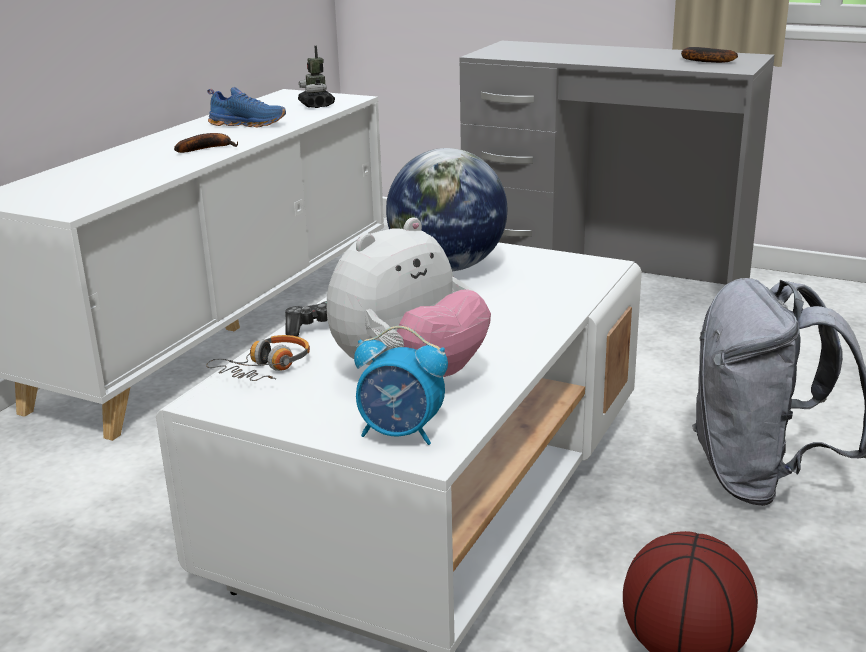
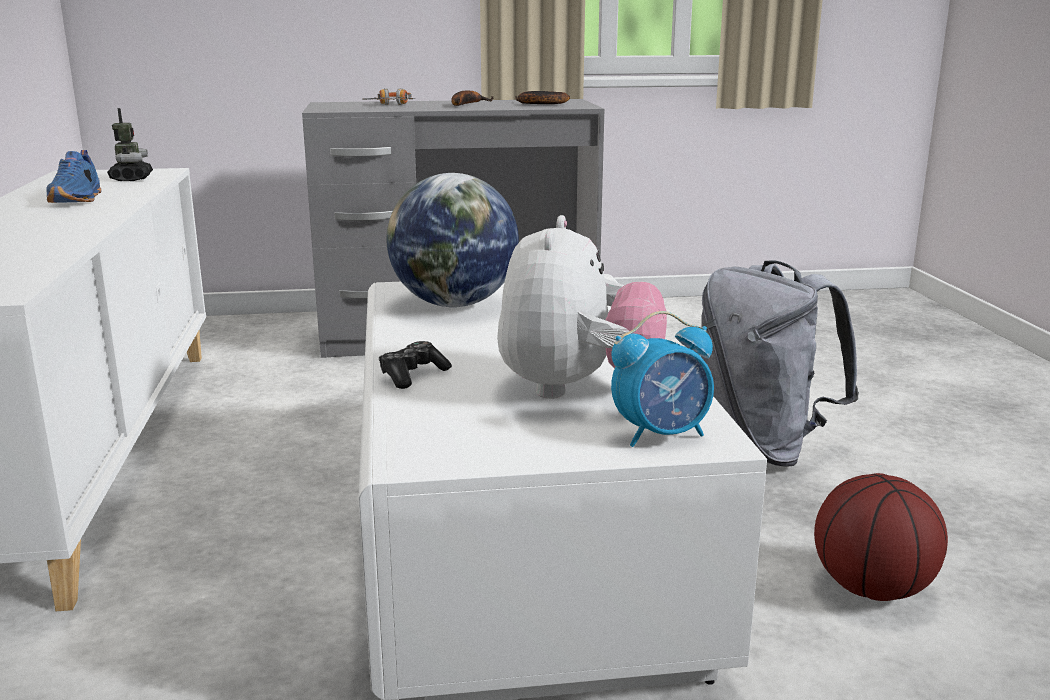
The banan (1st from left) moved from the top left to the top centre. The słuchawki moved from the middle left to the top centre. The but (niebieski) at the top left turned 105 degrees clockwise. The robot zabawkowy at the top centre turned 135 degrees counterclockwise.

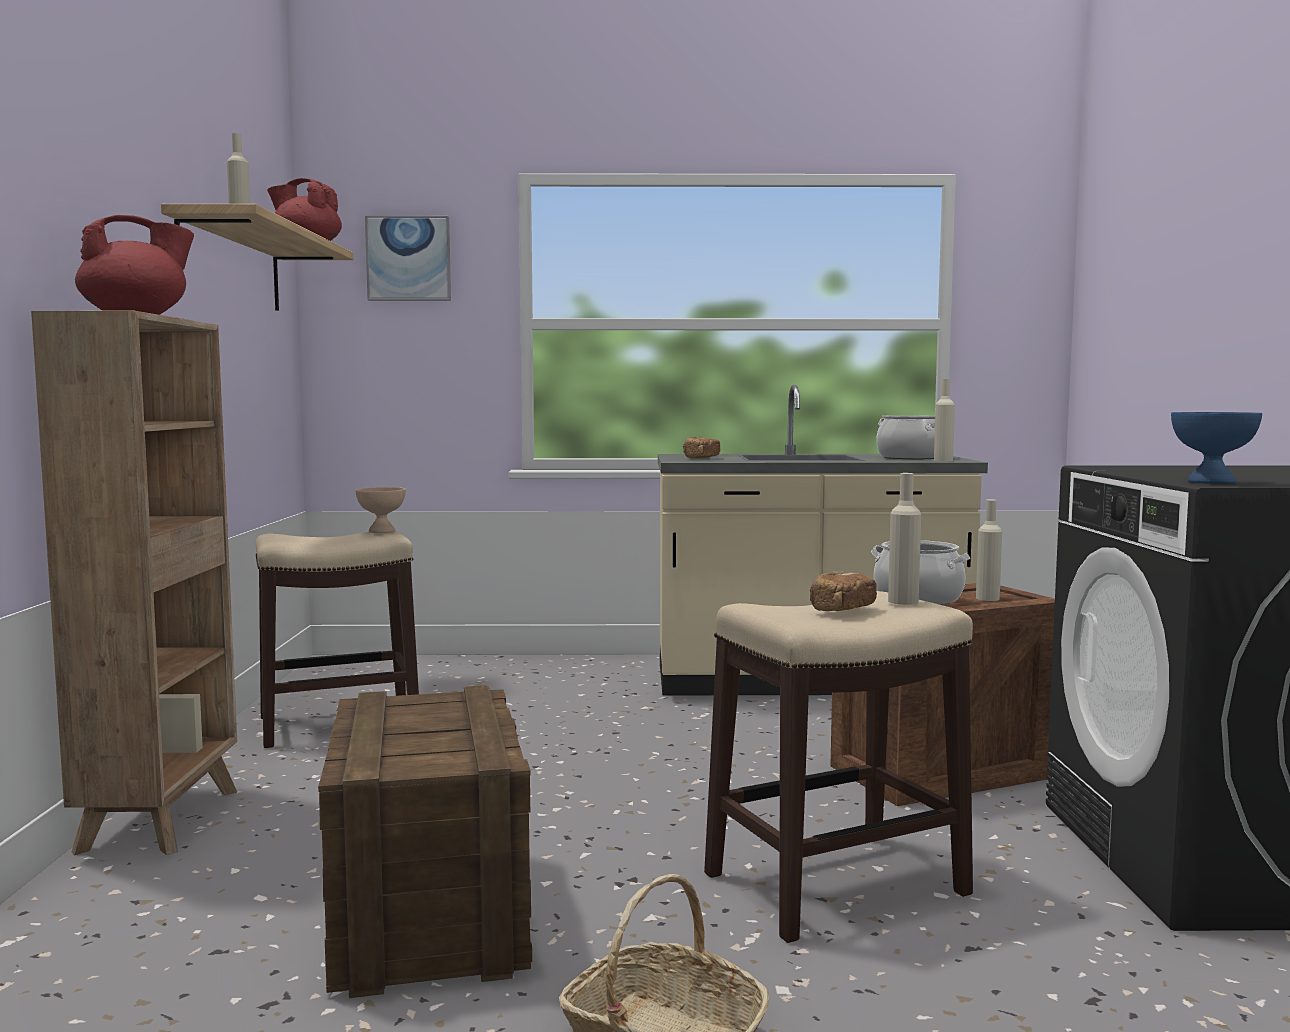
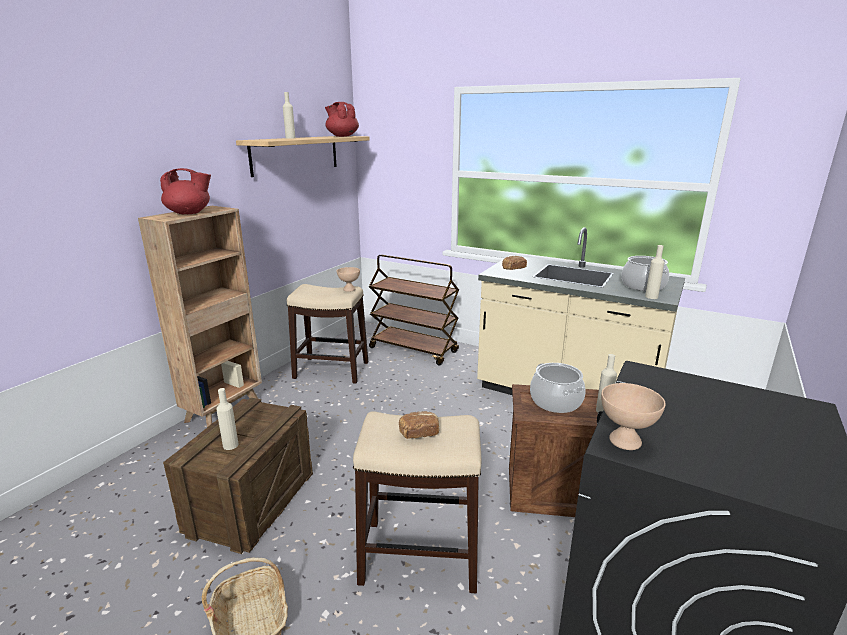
The obraz at the top left disappeared. The wózek (brązowy) at the centre appeared. The butelka (beżowy) (2nd from left in the first image) moved from the middle right to the middle left. The miska (niebieski) at the middle right became the miska (beżowy) (2nd from left) at the middle right.

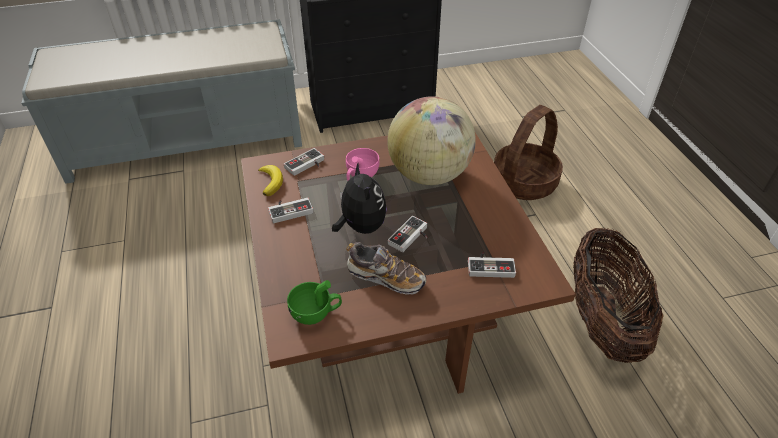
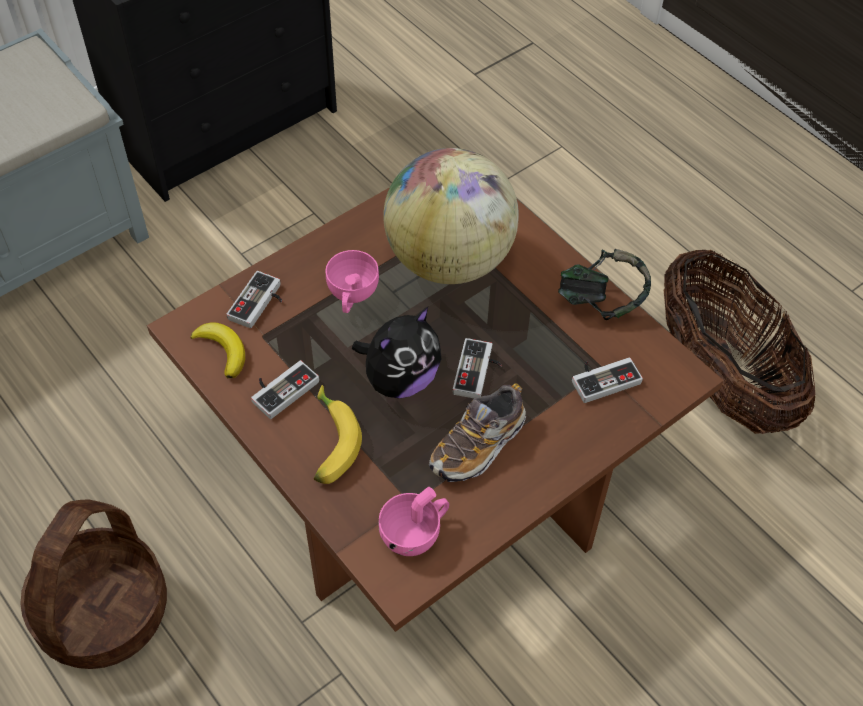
The banan (2nd from left) at the centre appeared. The słuchawki at the middle right appeared. The koszyk (1st from left) moved from the middle right to the bottom left. The filiżanka (zielony) at the bottom centre became the filiżanka (różowy) (2nd from left) at the bottom centre. The pluszak at the centre turned 90 degrees clockwise. The but at the centre turned 135 degrees clockwise.

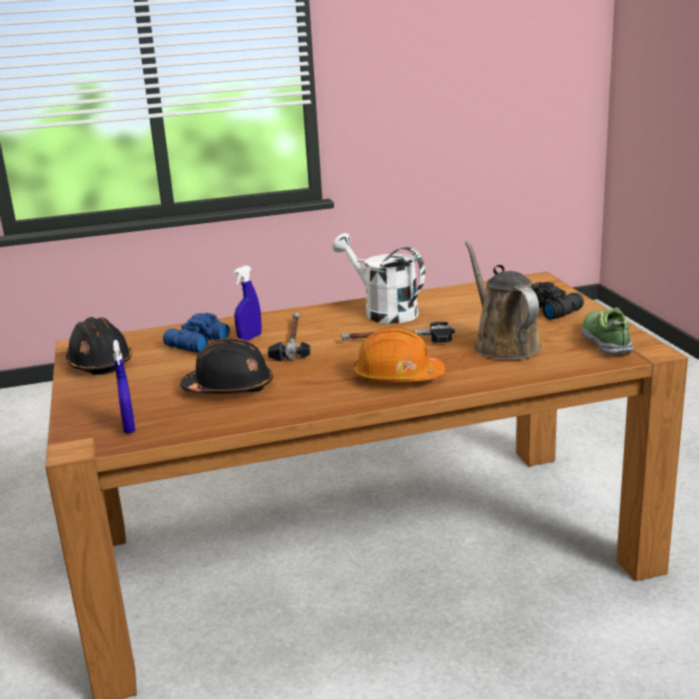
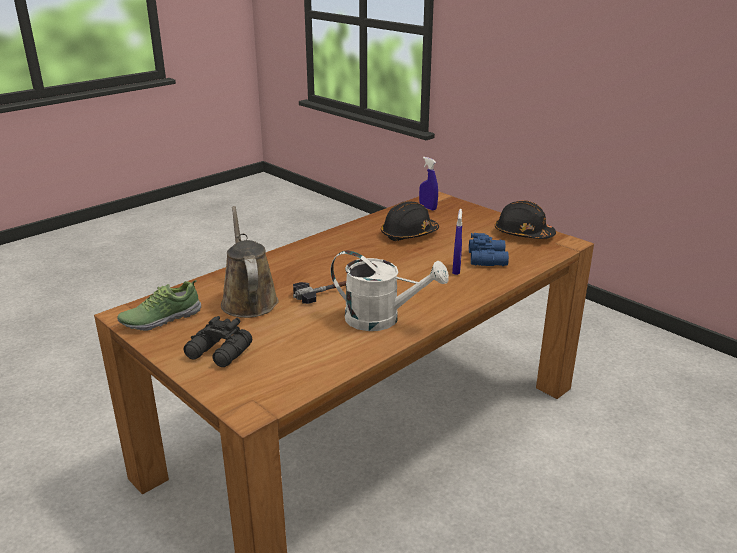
The młotek (1st from left) at the centre disappeared. The kask (pomarańczowy) at the centre disappeared. The konewka (brązowy) at the middle right turned 150 degrees counterclockwise. The but at the middle right turned 90 degrees clockwise.

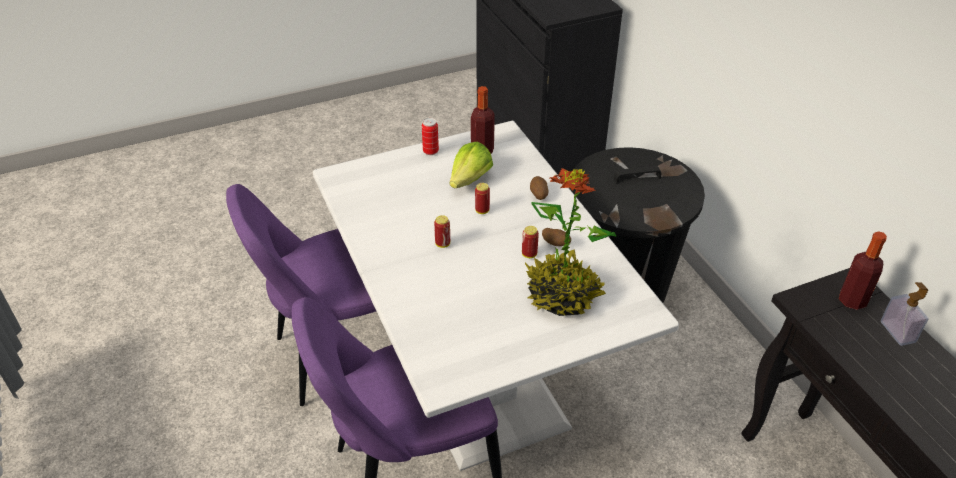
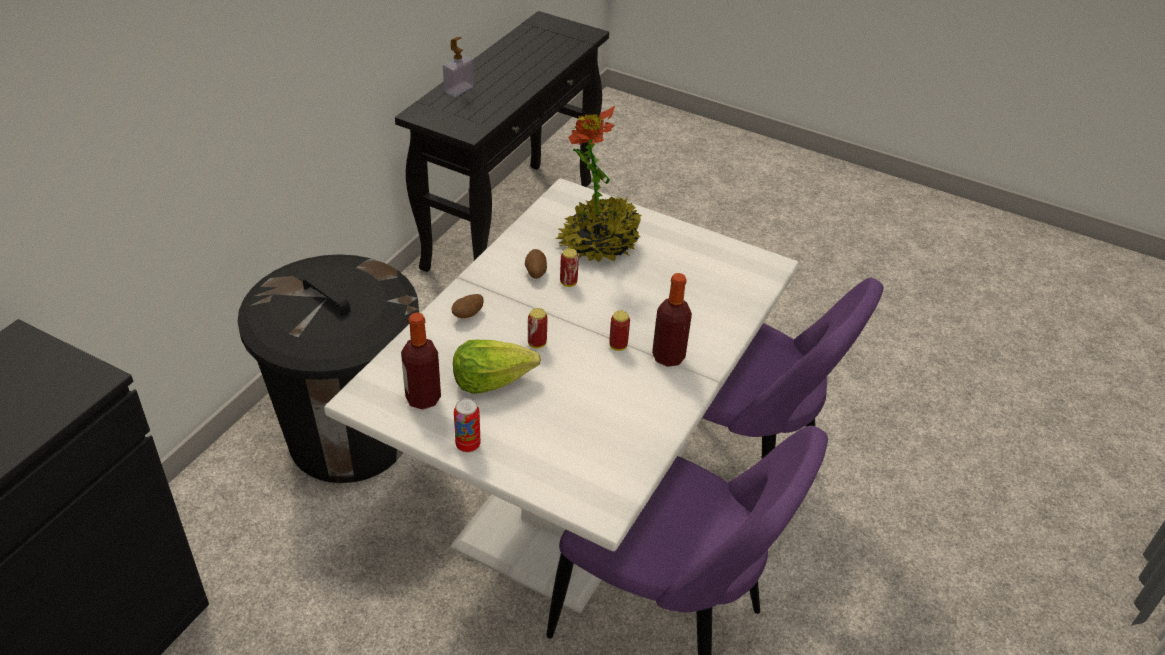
The butelka (2nd from left) moved from the middle right to the centre.

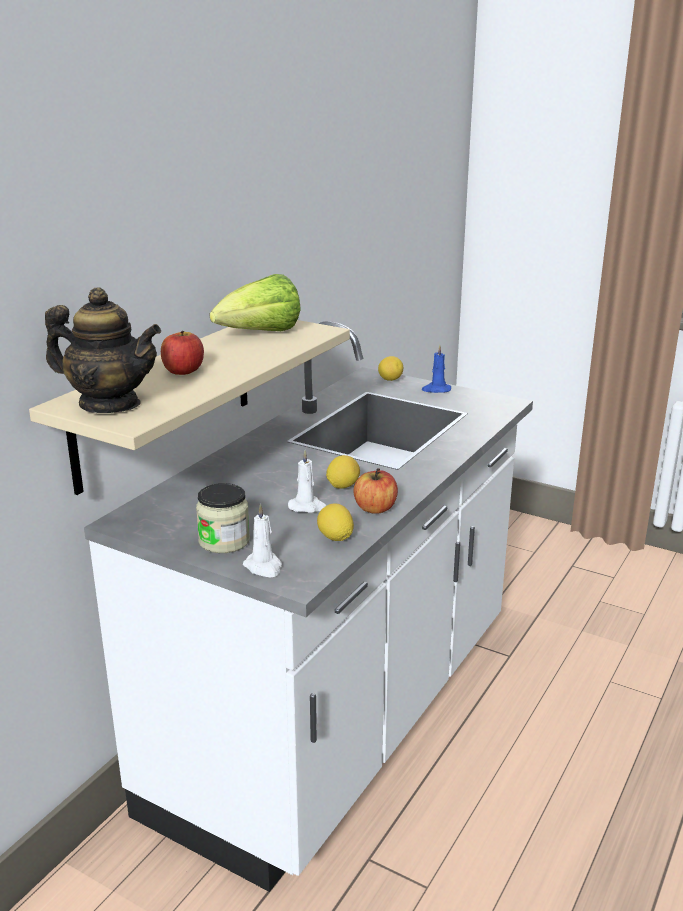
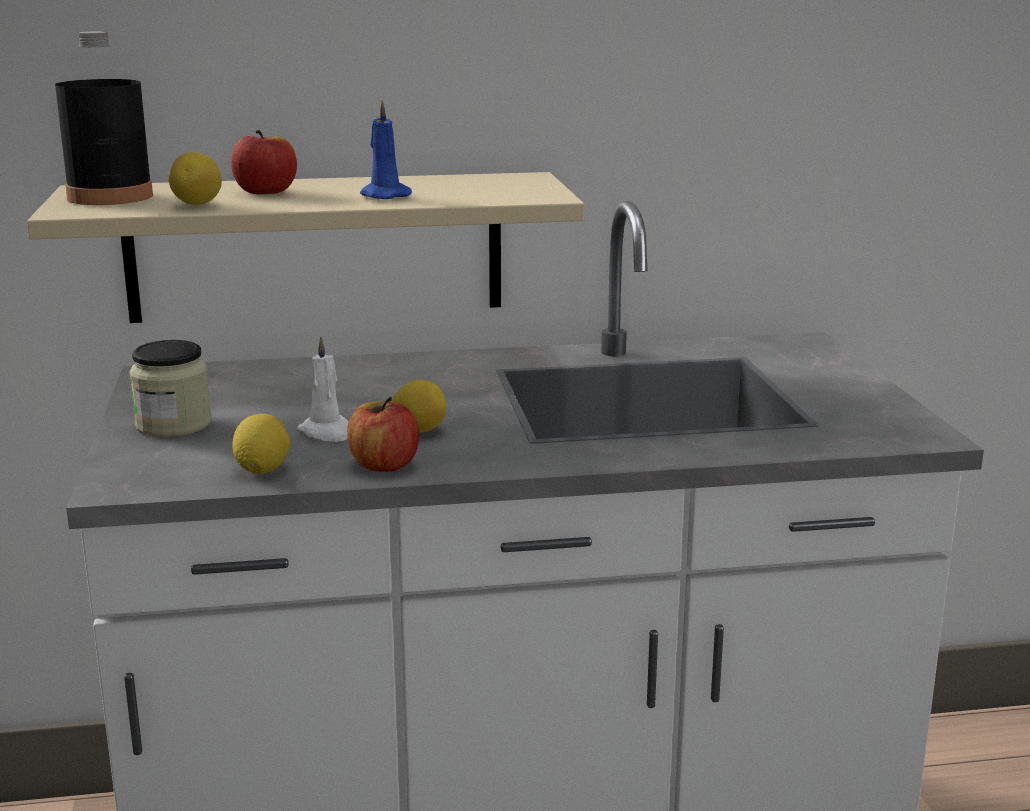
The sałata at the top centre disappeared. The świeca (biały) (1st from left) at the centre disappeared. The cytryna (3rd from left in the first image) moved from the centre to the top left. The świeca (niebieski) moved from the centre to the top centre. The imbryk at the middle left was replaced by the butelka (czarny) at the top left.

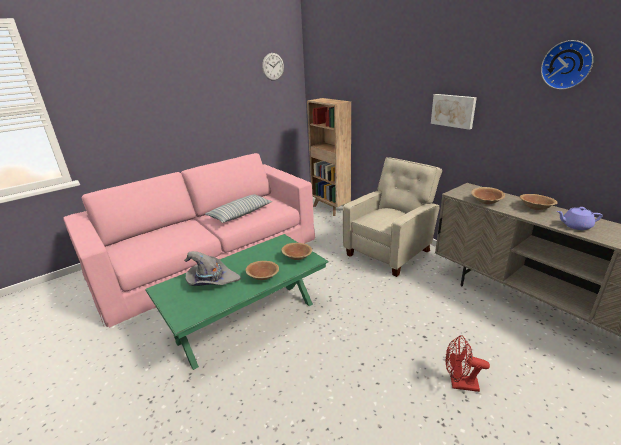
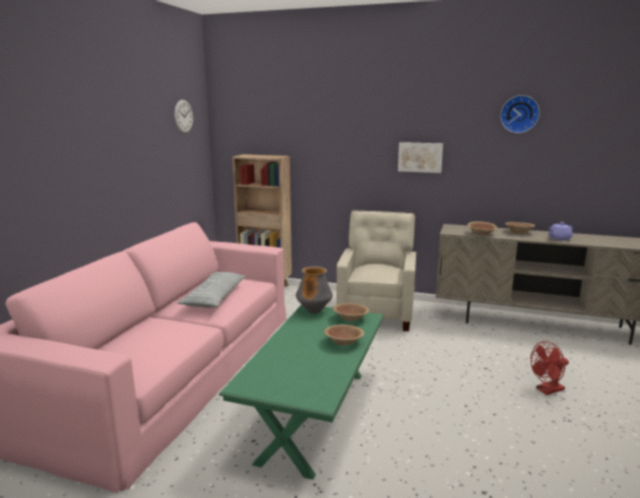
The kapelusz (szary) at the centre disappeared. The wazon at the centre appeared.

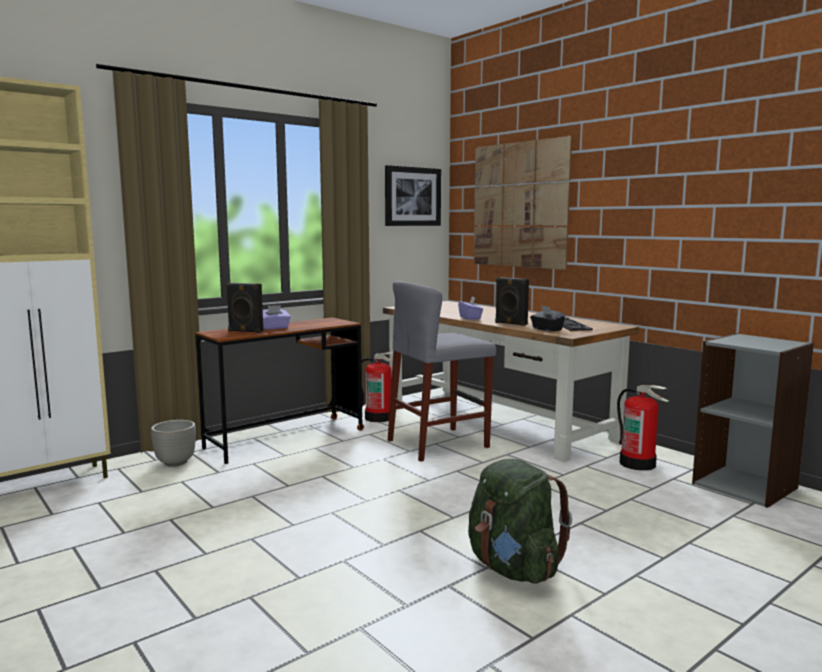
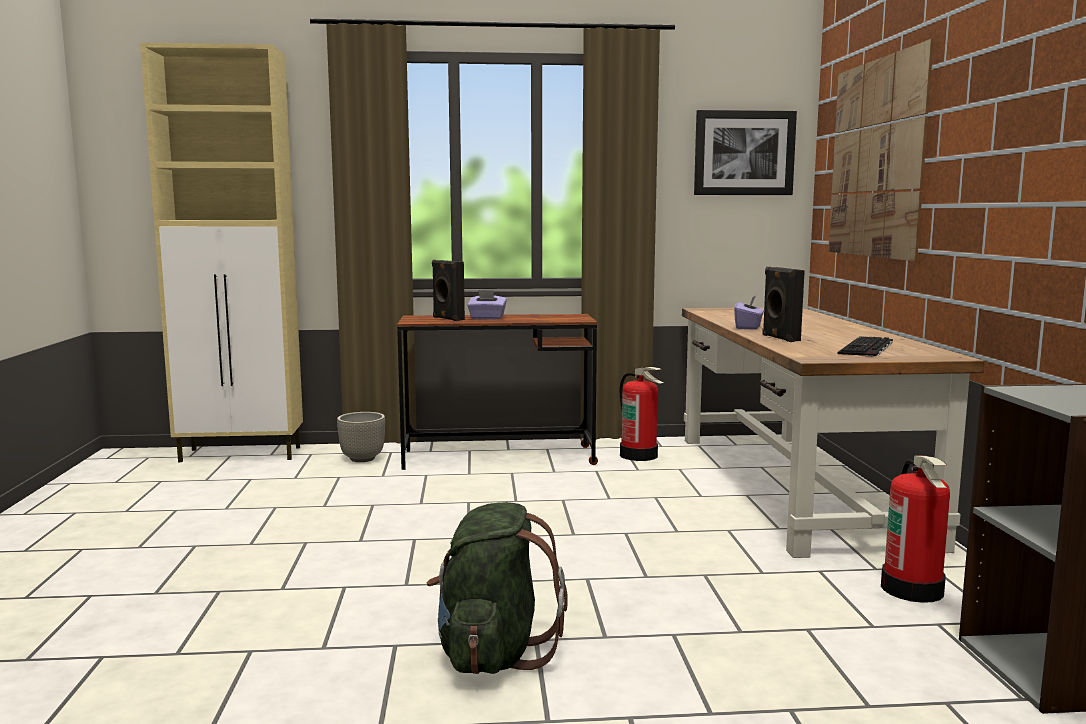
The stołek (szary) at the centre disappeared. The pudełko chusteczek (czarny) at the centre disappeared.

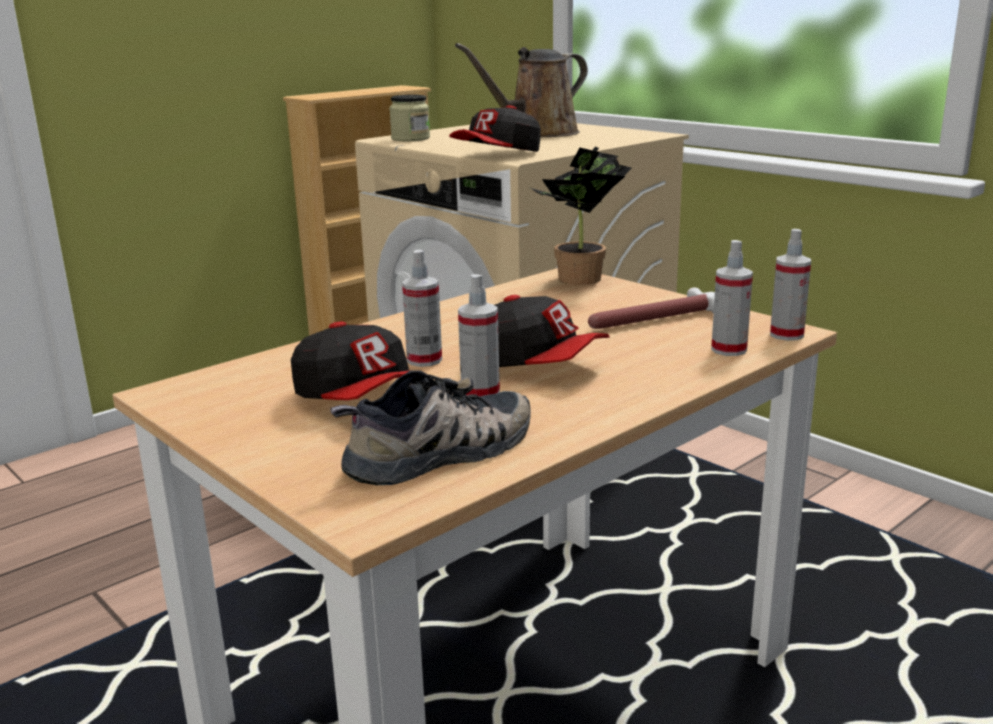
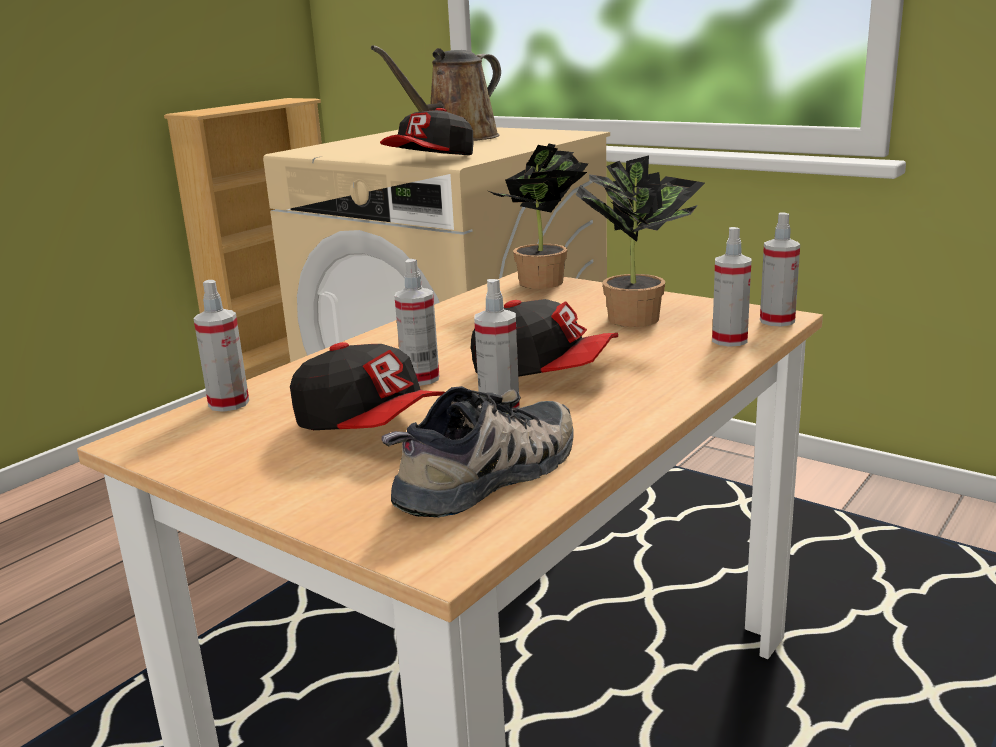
The słoik at the top centre disappeared. The spryskiwacz (1st from left) at the middle left appeared. The młotek at the centre was replaced by the roślina doniczkowa (2nd from left) at the top centre.

